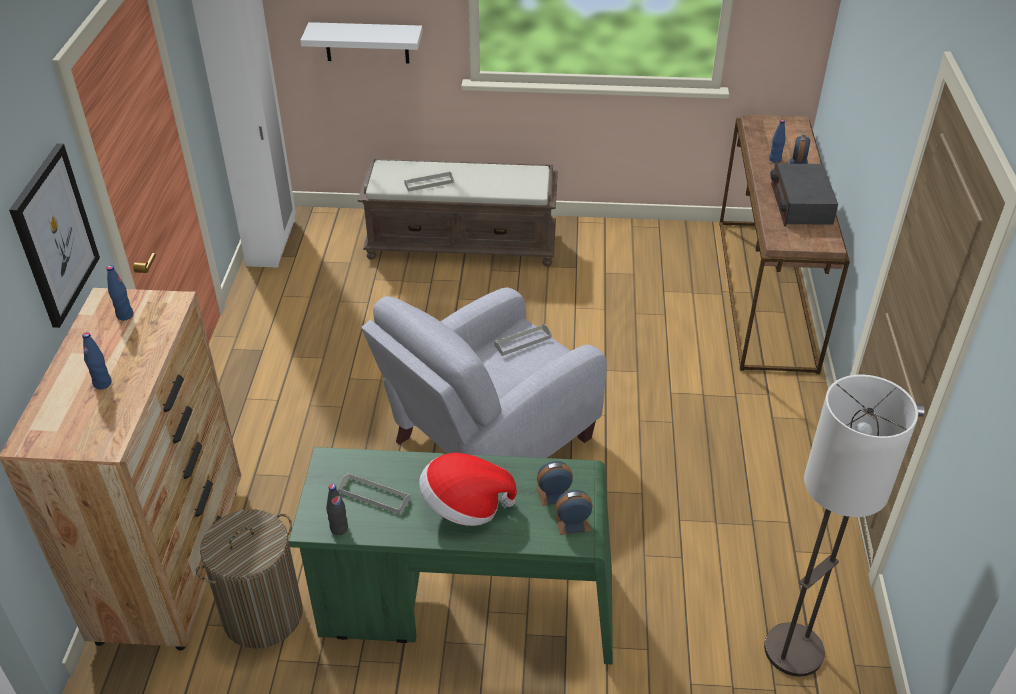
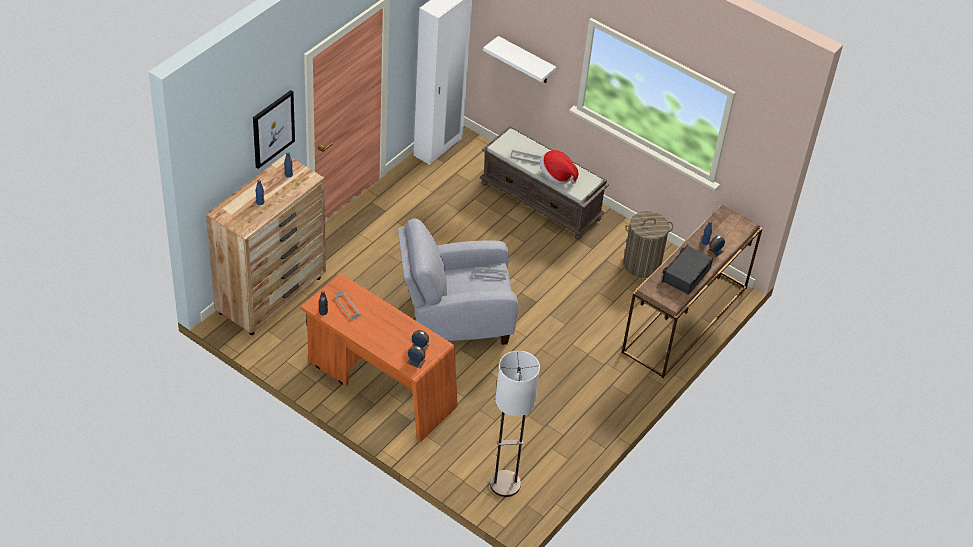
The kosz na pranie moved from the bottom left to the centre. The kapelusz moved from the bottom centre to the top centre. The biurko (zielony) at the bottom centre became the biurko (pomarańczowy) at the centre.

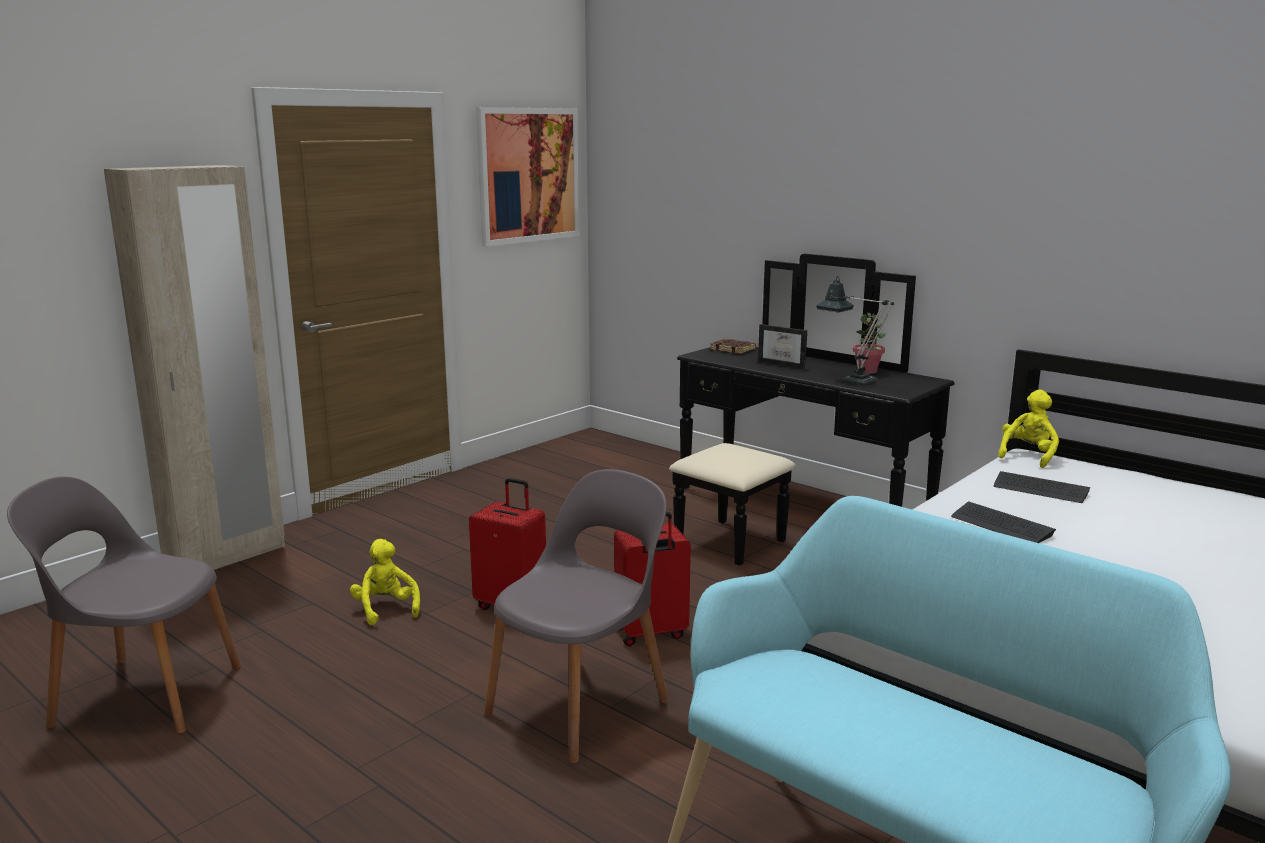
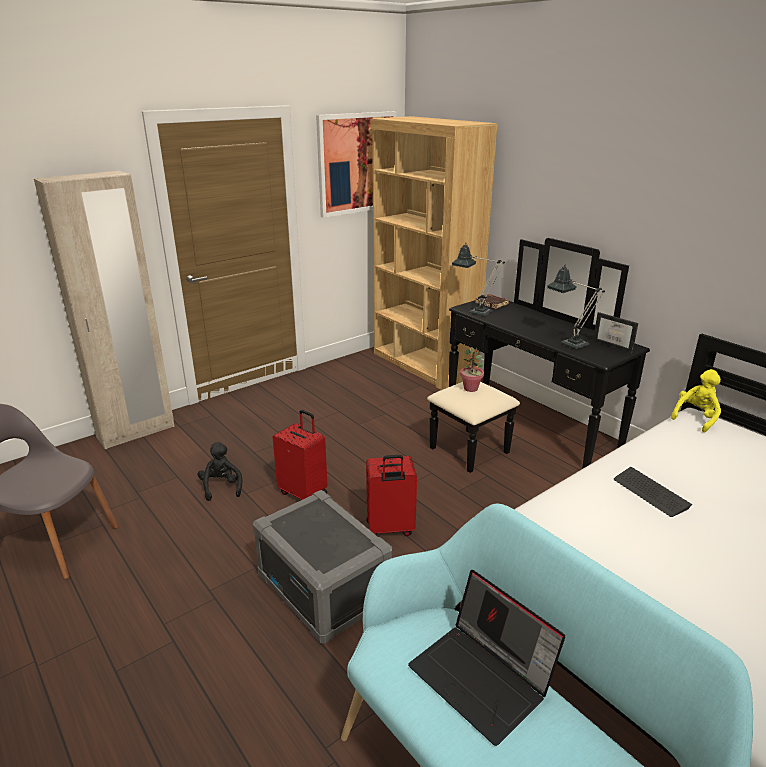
The klawiatura (2nd from left) at the middle right disappeared. The regał (brązowy) at the top centre appeared. The laptop at the bottom centre appeared. The lampa stołowa (1st from left) at the centre appeared. The ramka na zdjęcie moved from the centre to the middle right. The roślina doniczkowa moved from the middle right to the centre. The krzesło (szary) (2nd from left) at the bottom centre was replaced by the pojemnik do przechowywania (szary) at the bottom centre. The pluszak (żółty) (1st from left) at the bottom left became the pluszak (czarny) at the middle left.

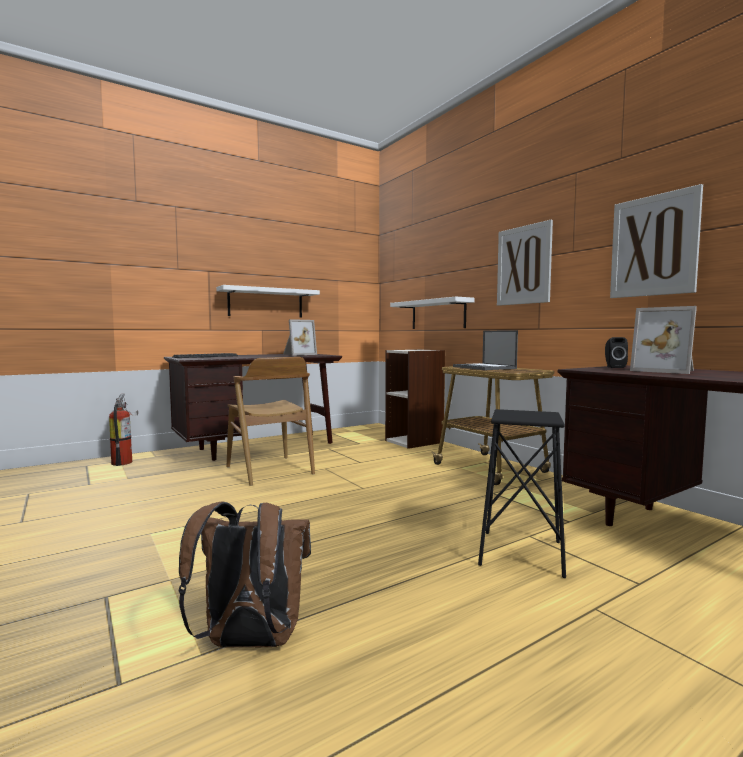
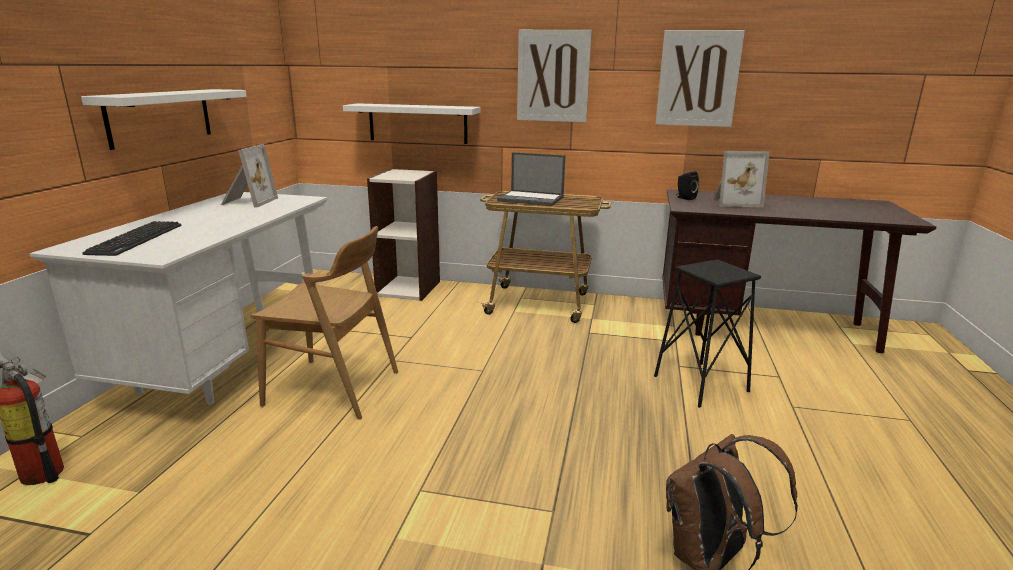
The biurko (brązowy) (1st from left) at the centre became the biurko (biały) at the middle left.

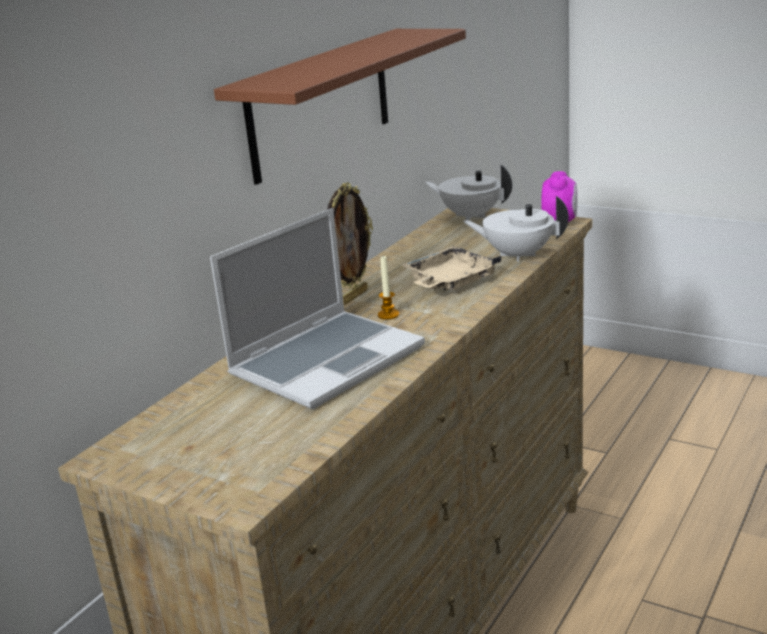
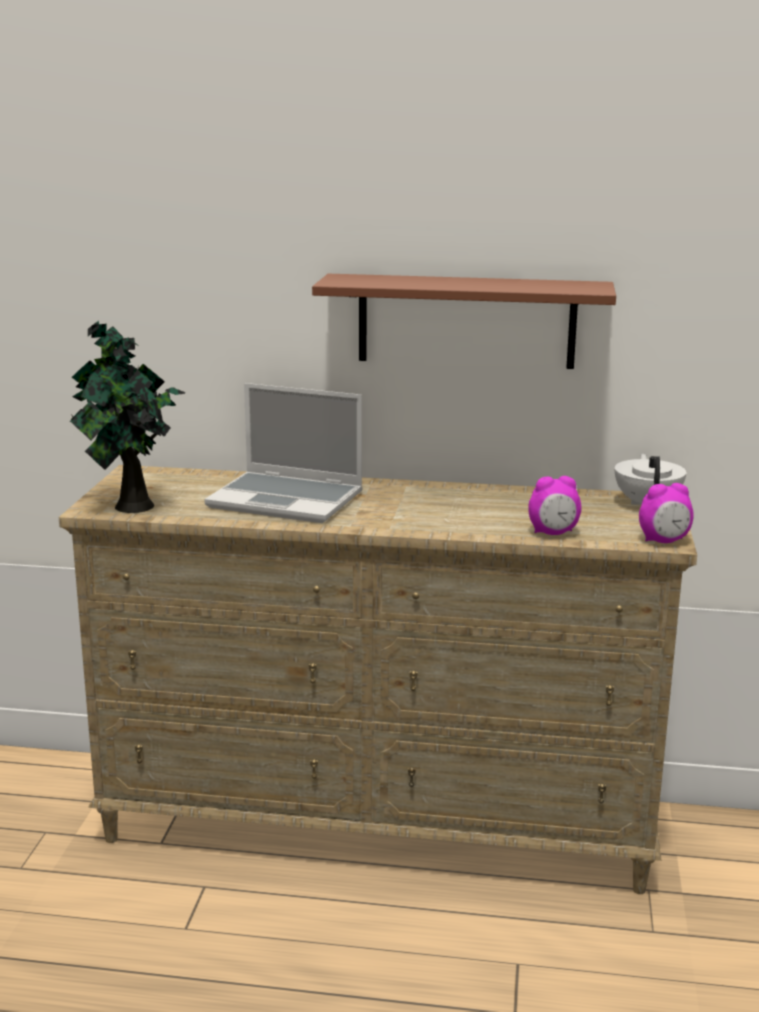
The ramka na zdjęcie at the centre disappeared. The świeca at the centre disappeared. The taca (beżowy) at the centre disappeared. The roślina doniczkowa at the middle left appeared. The imbryk (biały) (2nd from left) at the middle right was replaced by the budzik (1st from left) at the middle right.

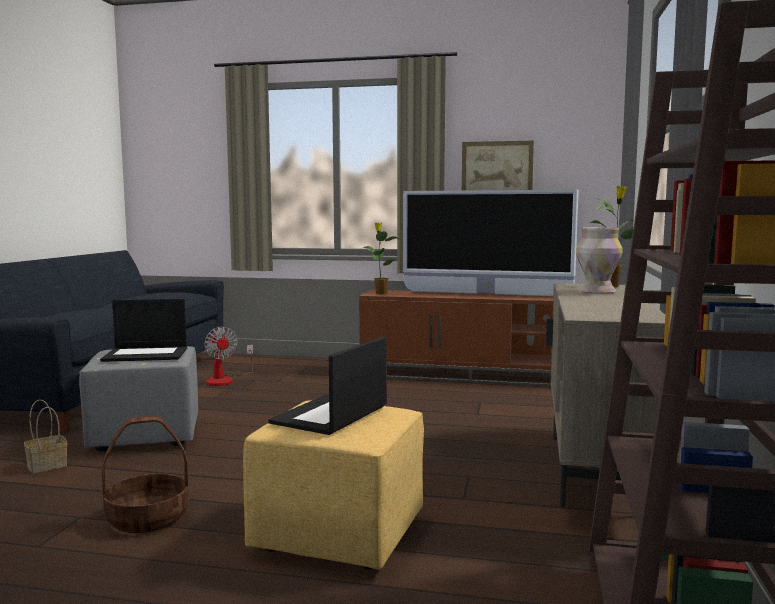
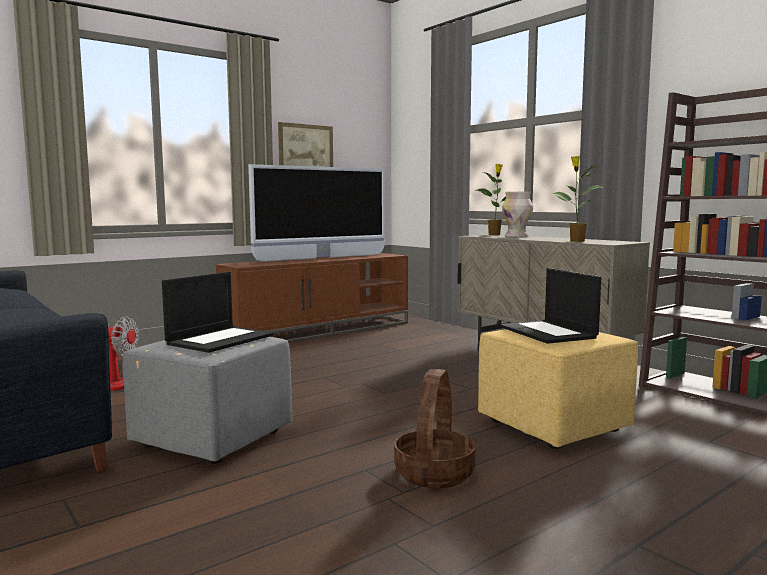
The koszyk (1st from left) at the bottom left disappeared. The roślina doniczkowa (1st from left in the first image) moved from the centre to the middle right.

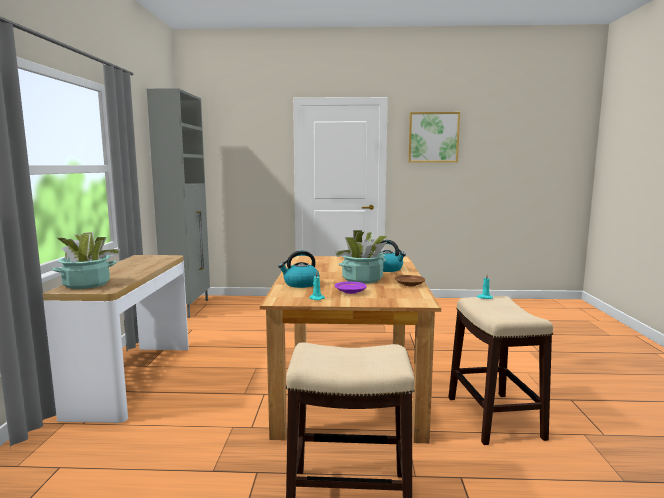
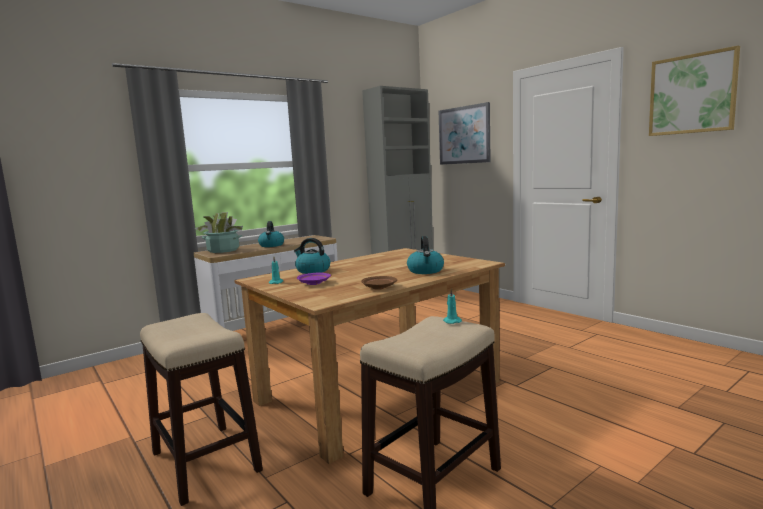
The roślina doniczkowa (2nd from left) at the centre disappeared. The czajnik (1st from left) at the centre appeared. The obraz (1st from left) at the top centre appeared.

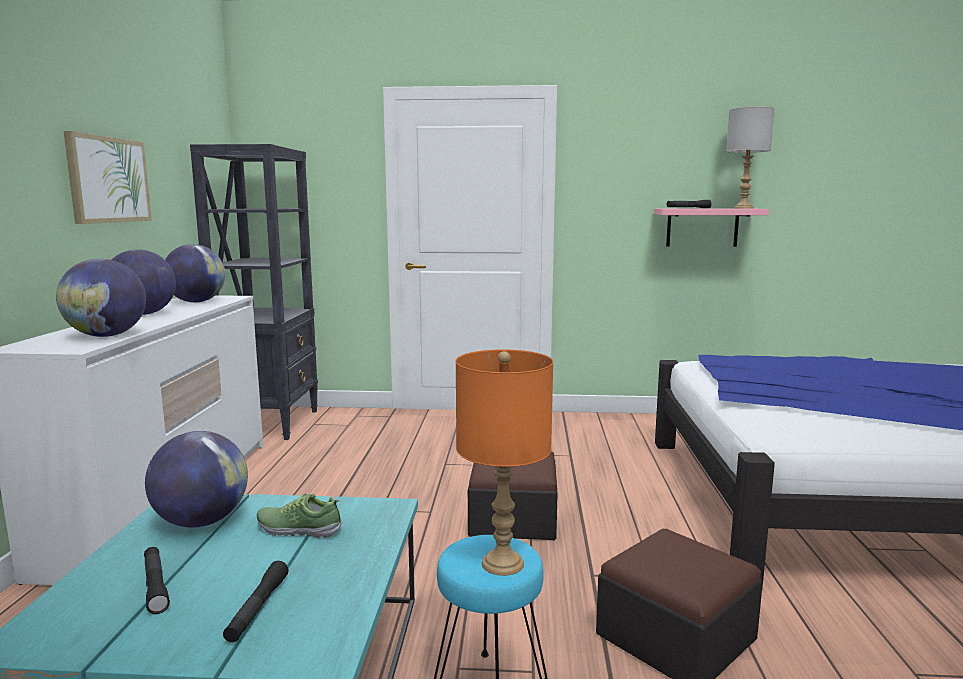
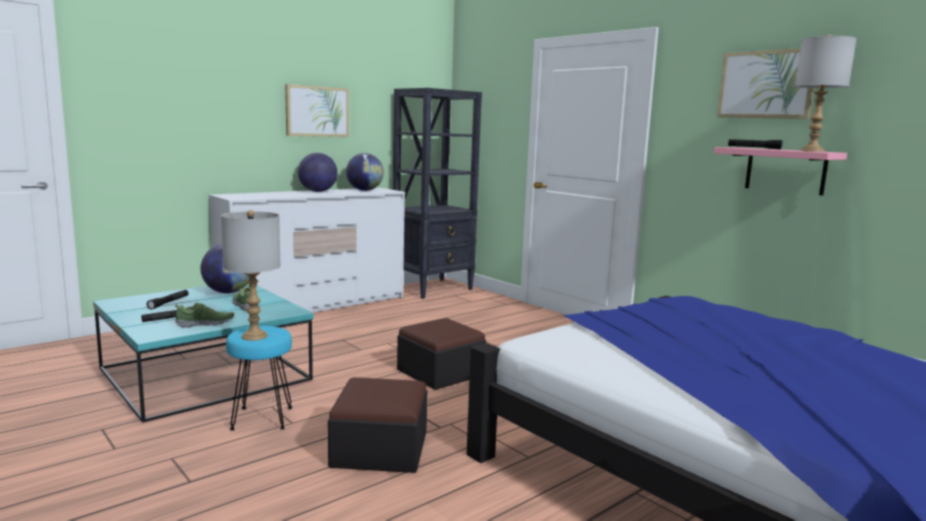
The globus (1st from left) at the middle left disappeared. The but (1st from left) at the middle left appeared. The obraz (2nd from left) at the top right appeared. The lampa stołowa (pomarańczowy) at the bottom centre became the lampa stołowa (szary) (1st from left) at the middle left.

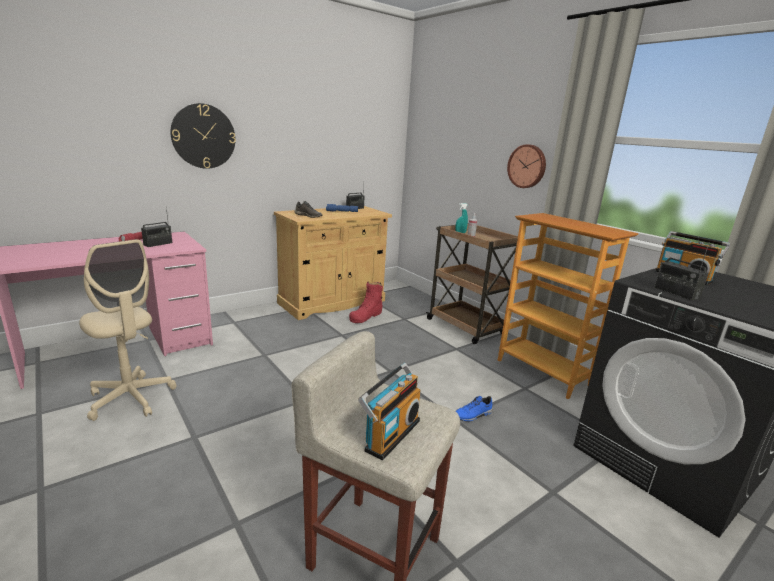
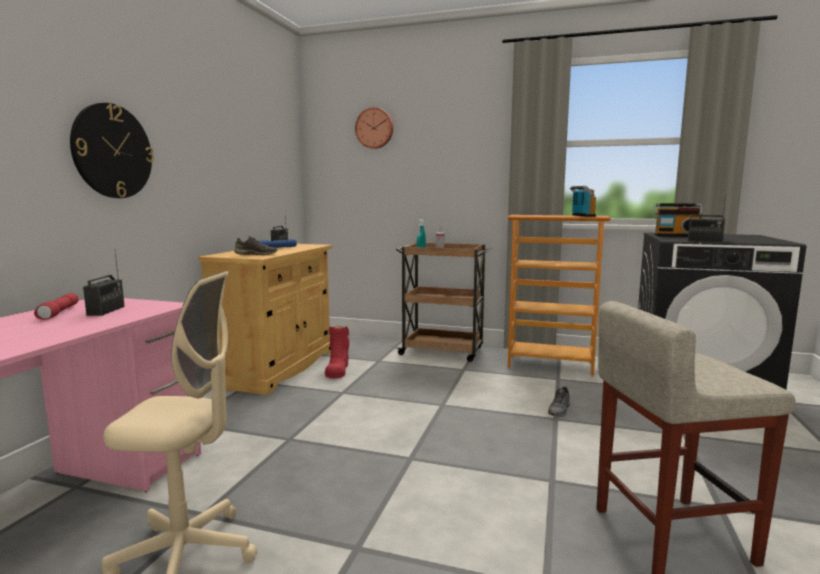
The radio (3rd from left) moved from the bottom centre to the middle right. The zegar ścienny (2nd from left) moved from the top right to the top centre. The but (niebieski) at the bottom centre became the but (szary) (2nd from left) at the bottom right.

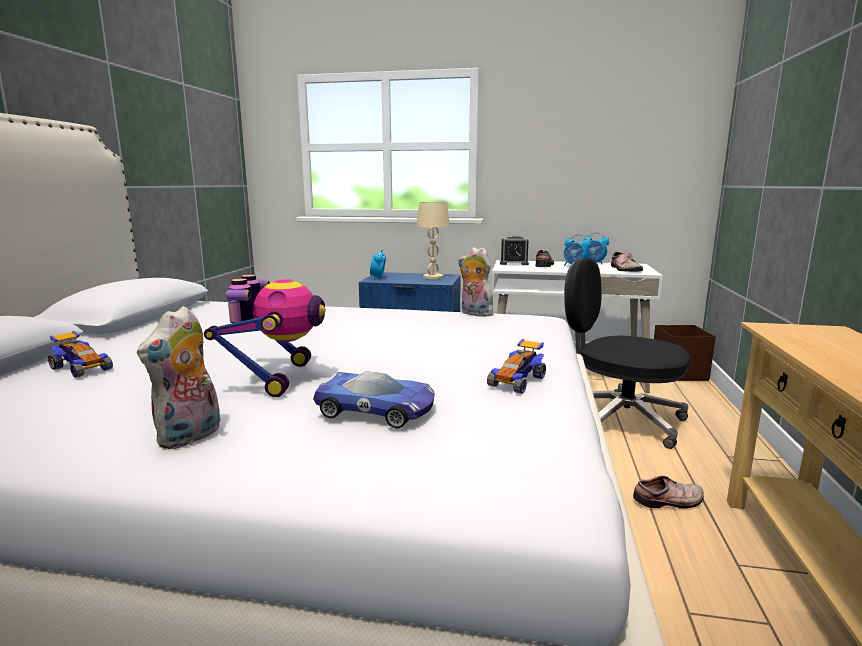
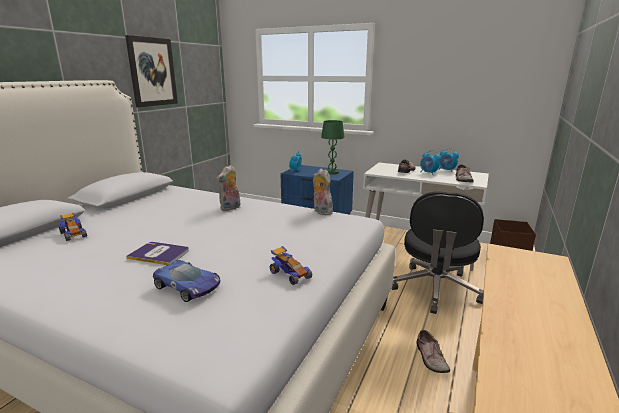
The budzik (2nd from left) at the centre disappeared. The obraz at the top left appeared. The pluszak (1st from left) moved from the middle left to the centre. The robot zabawkowy at the middle left was replaced by the książka at the middle left. The lampa stołowa (beżowy) at the centre became the lampa stołowa (zielony) at the centre. The samochodzik (3rd from left) at the centre turned 90 degrees counterclockwise. The krzesło biurowe (czarny) at the middle right turned 120 degrees counterclockwise. The but (3rd from left in the first image) at the bottom right turned 75 degrees clockwise.

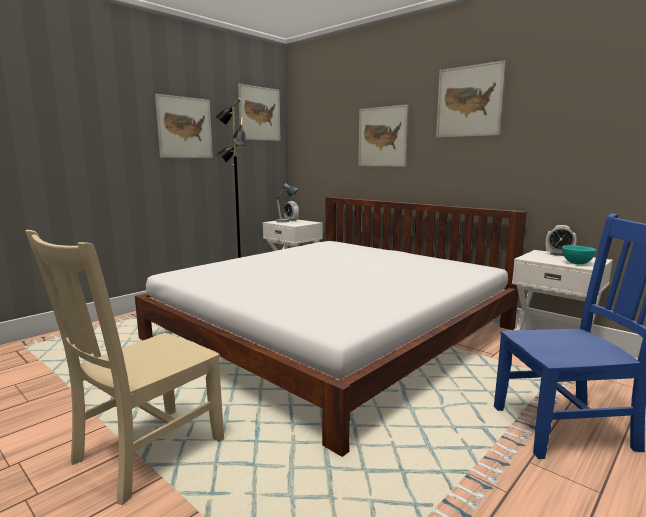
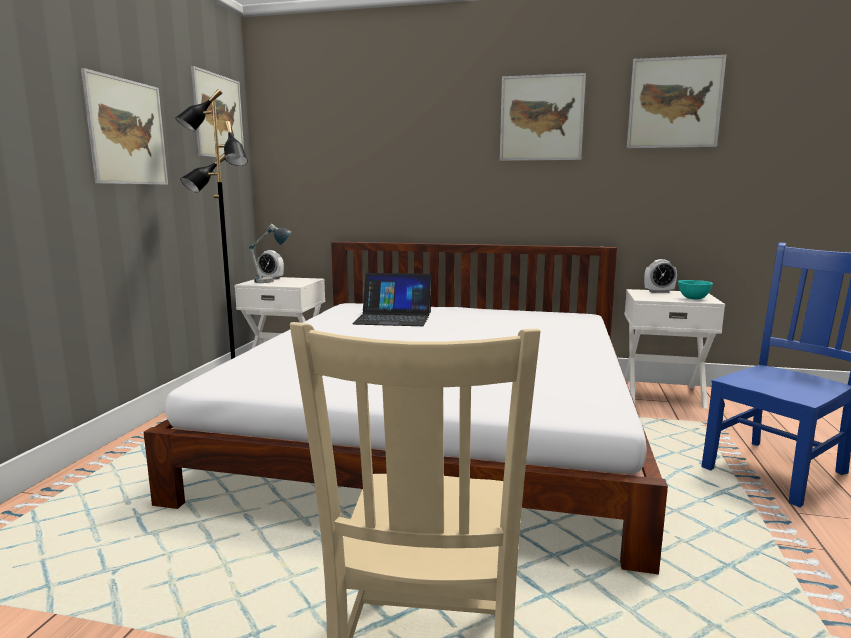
The laptop at the centre appeared. The obraz (3rd from left in the first image) moved from the top centre to the top right.

